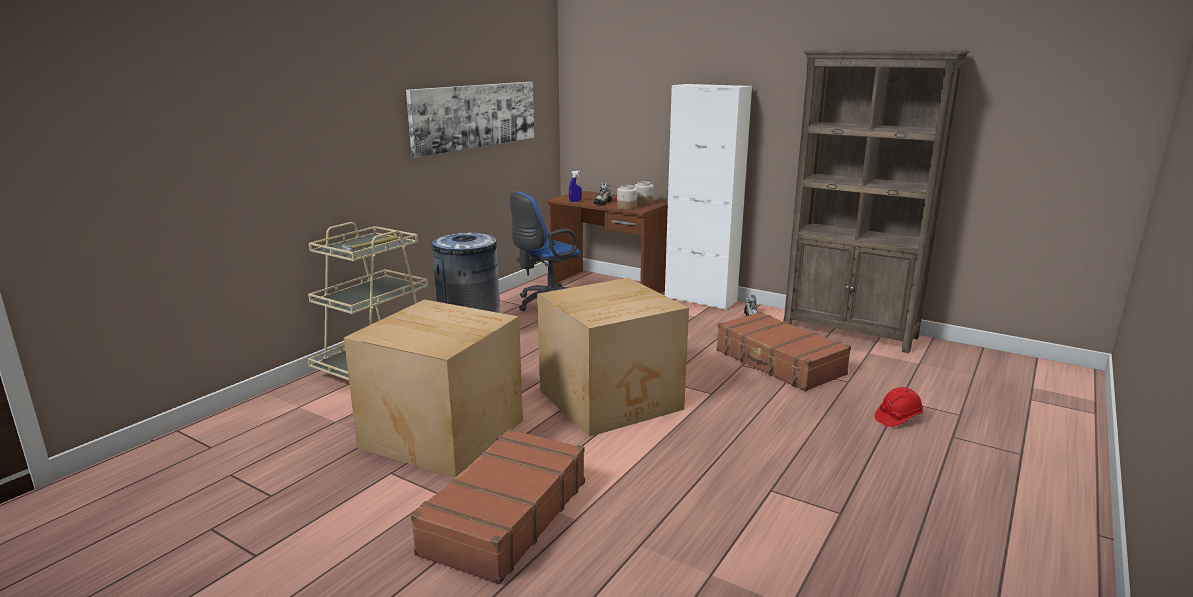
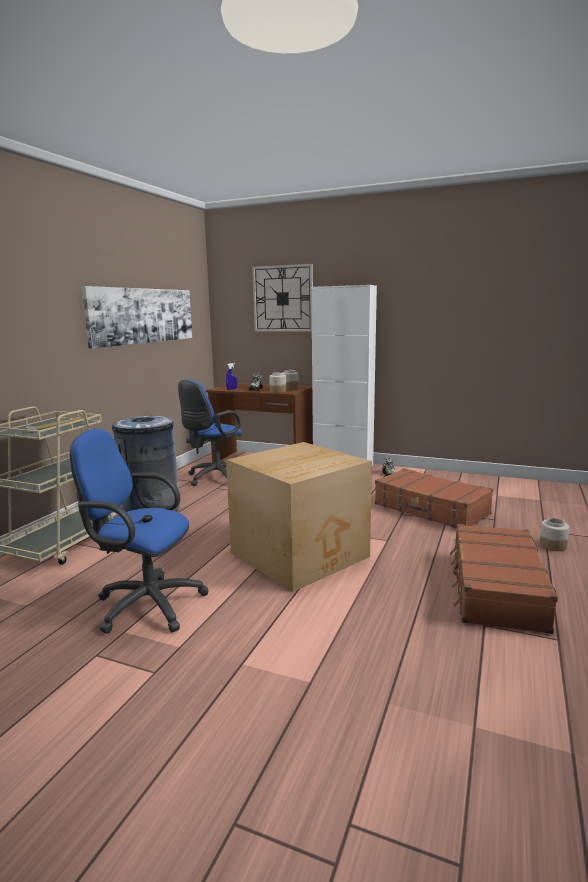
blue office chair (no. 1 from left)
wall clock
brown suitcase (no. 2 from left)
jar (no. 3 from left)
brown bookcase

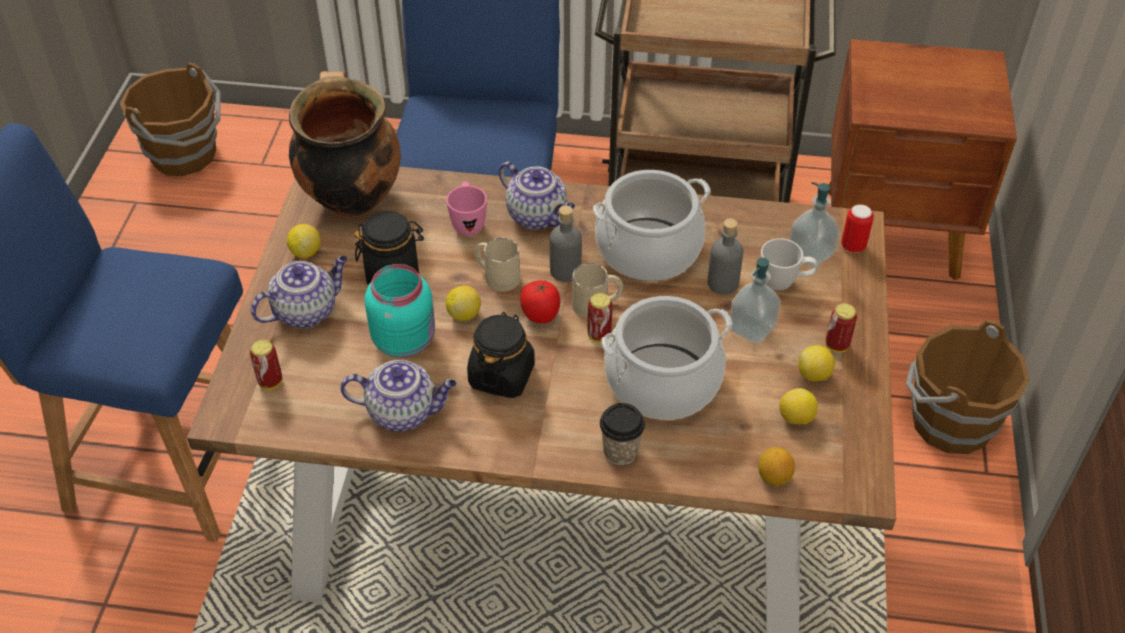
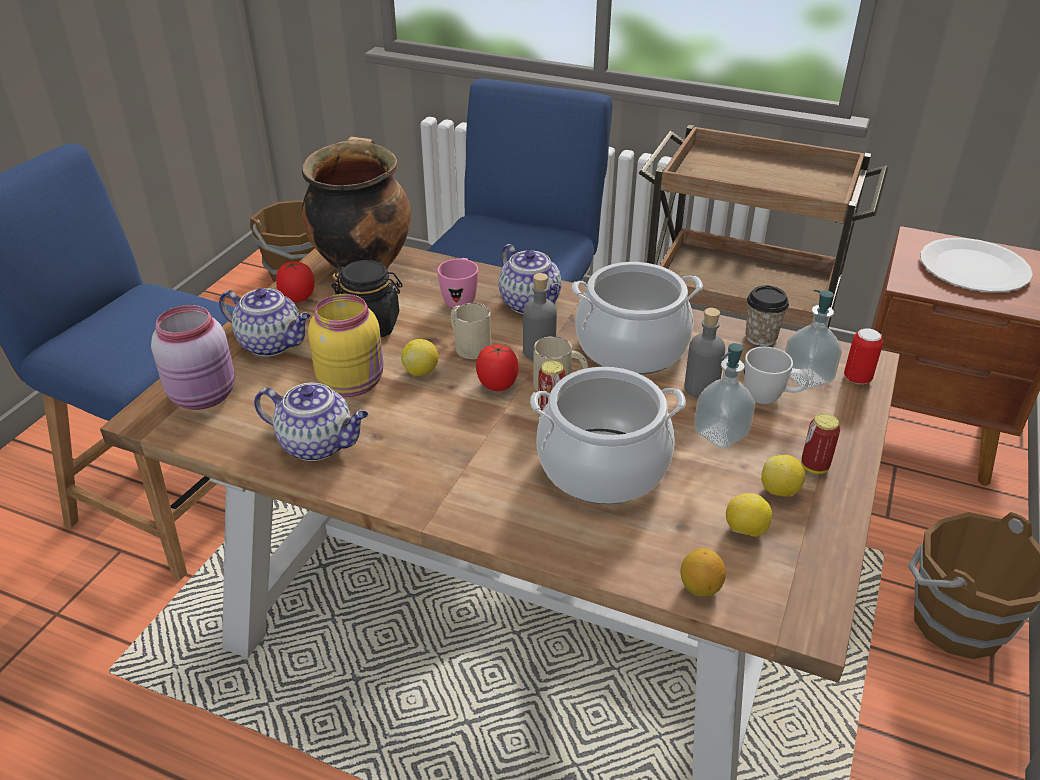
pink jar
teapot (no. 1 from left)
tomato (no. 1 from left)
yellow jar
cup
white plate
black jar (no. 2 from left in the first image)

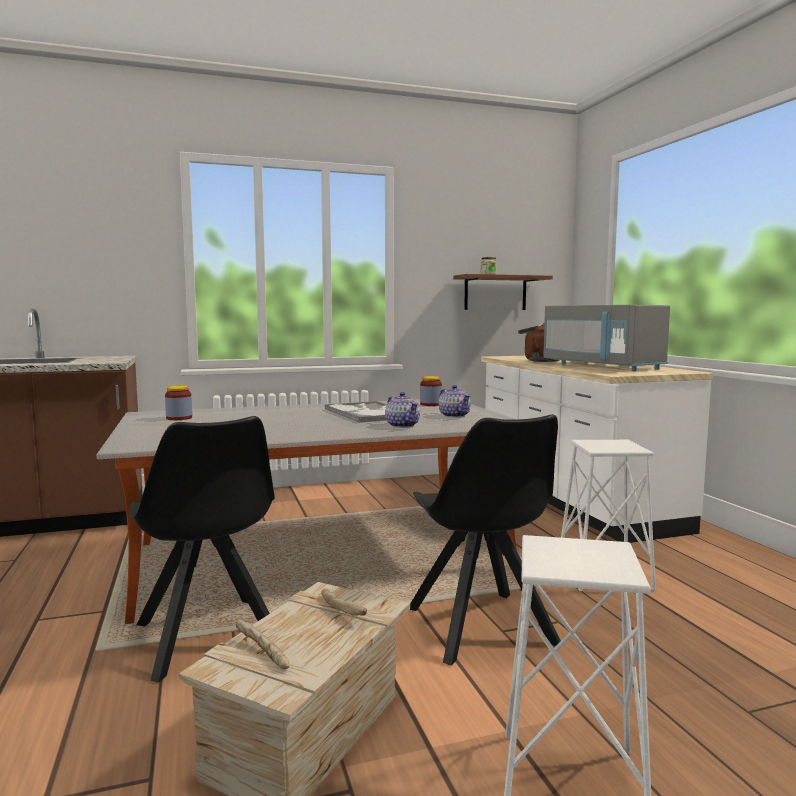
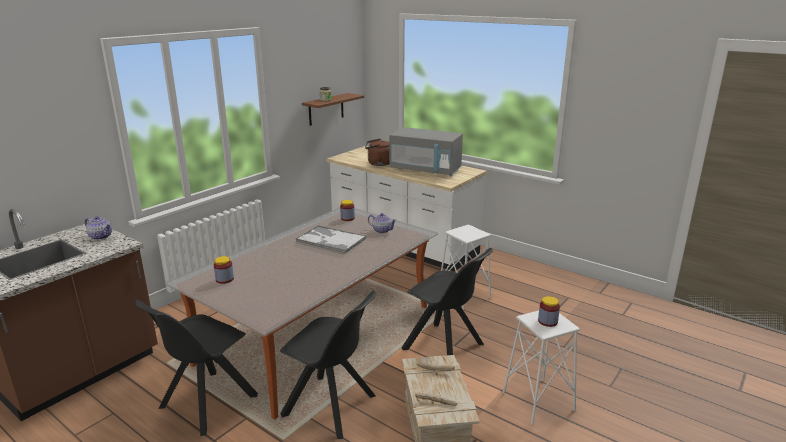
teapot (no. 1 from left)
black chair (no. 1 from left)
jar (no. 4 from left)

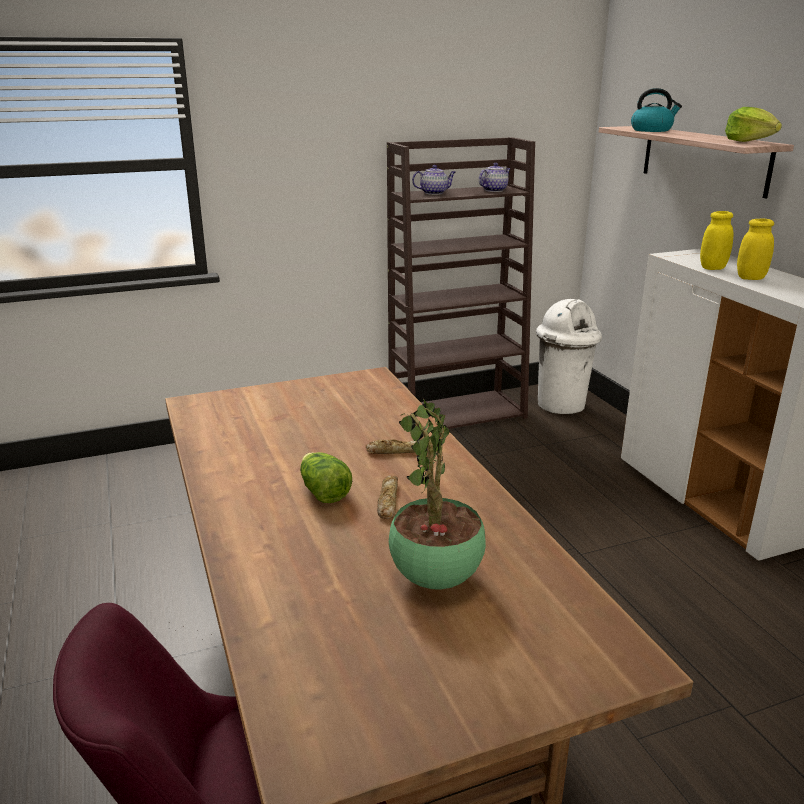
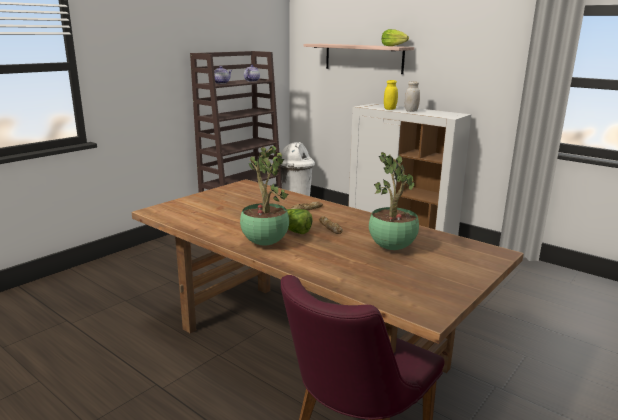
potted plant (no. 1 from left)
white jar
kettle

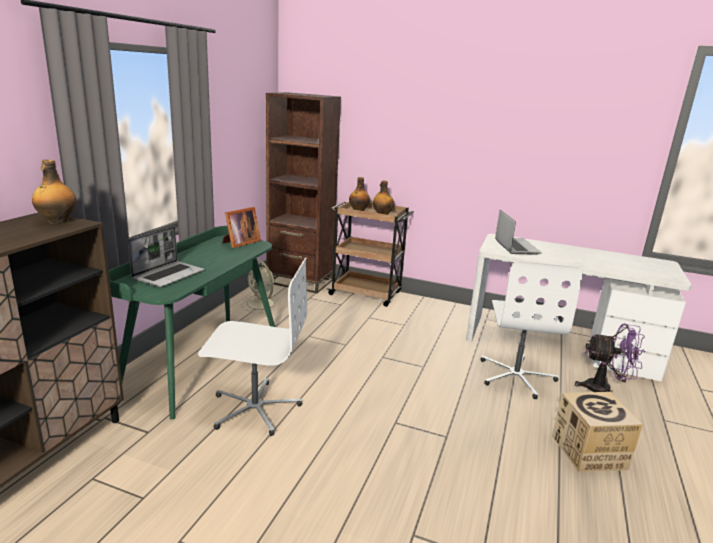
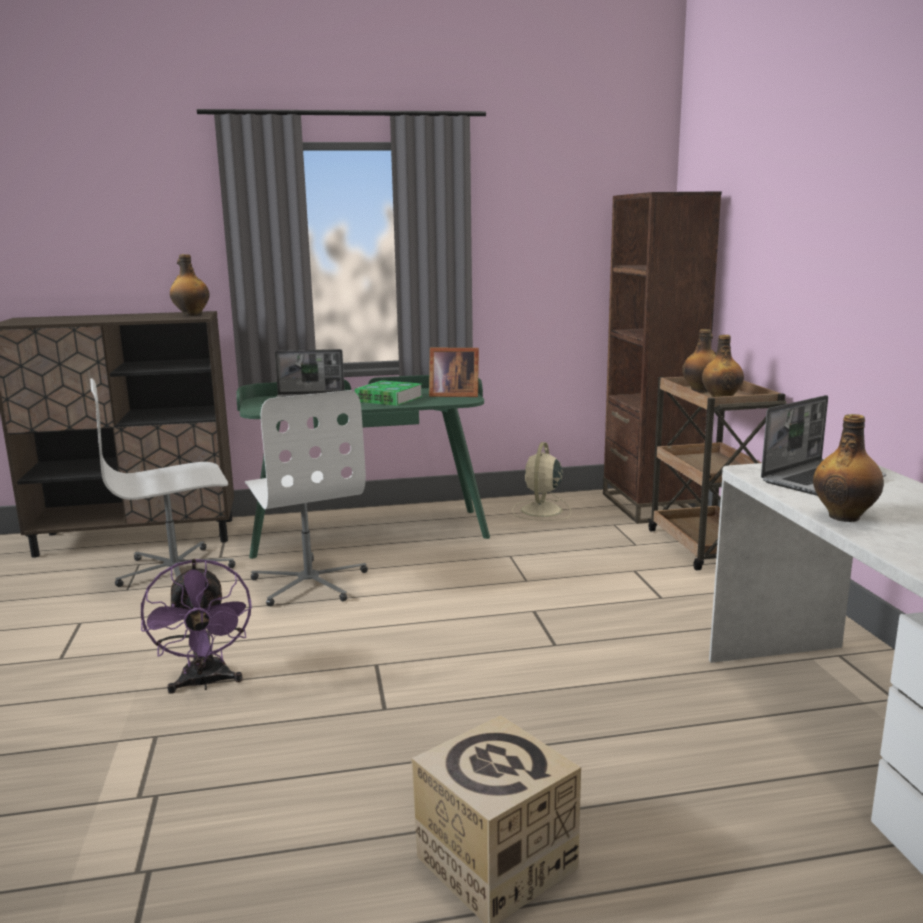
white office chair (no. 1 from left)
purple fan
book
bottle (no. 4 from left)

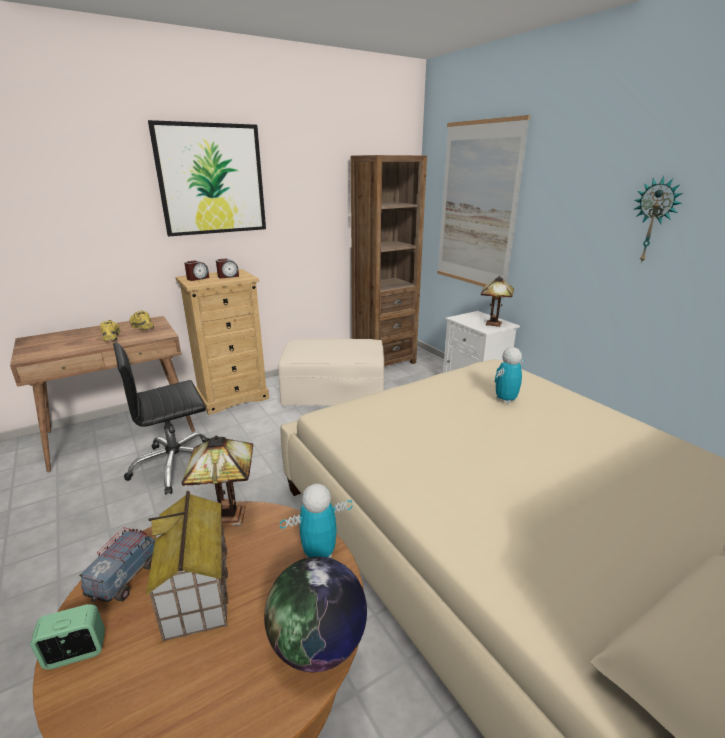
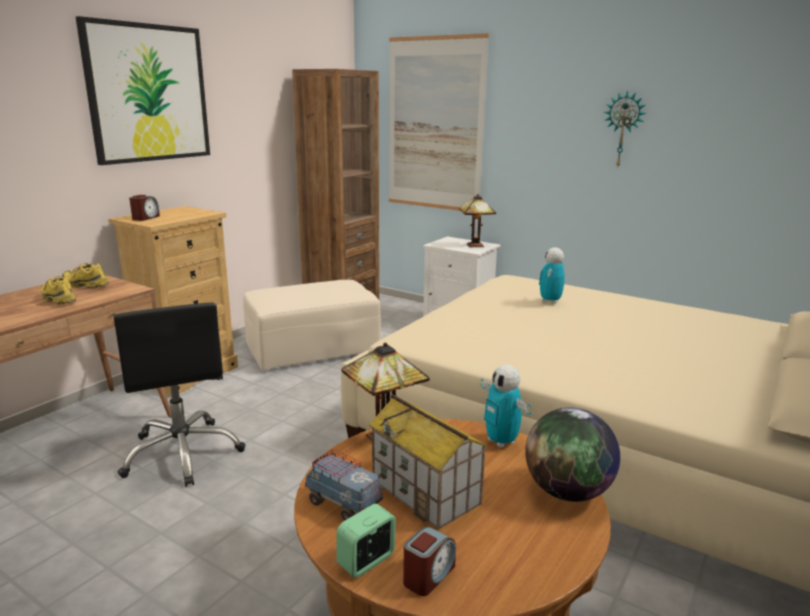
black office chair
toy truck
alarm clock (no. 3 from left)
toy robot (no. 1 from left)

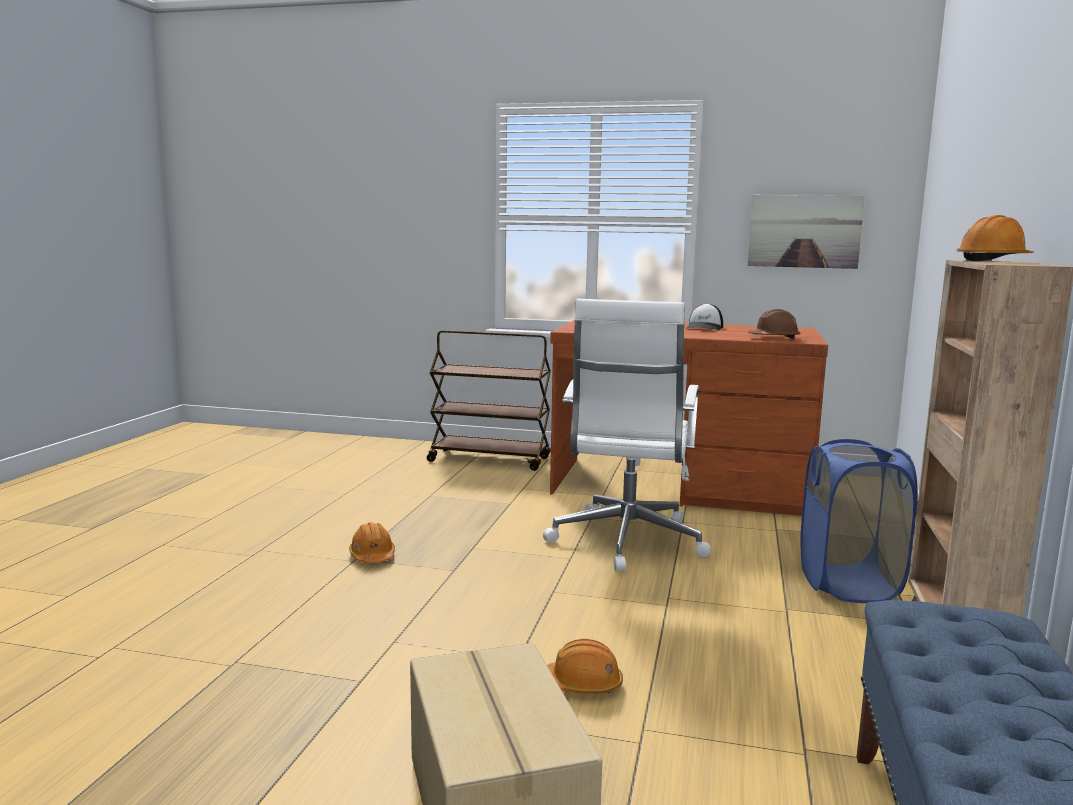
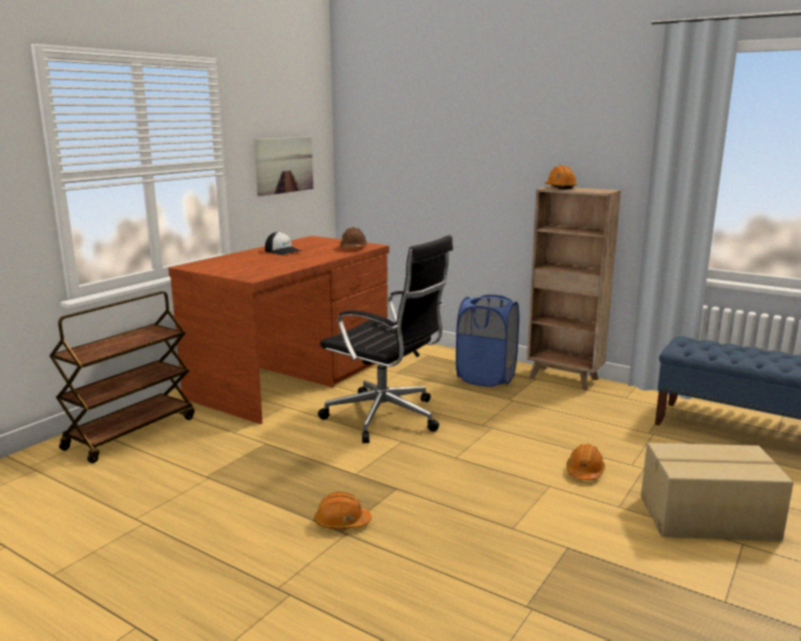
black office chair

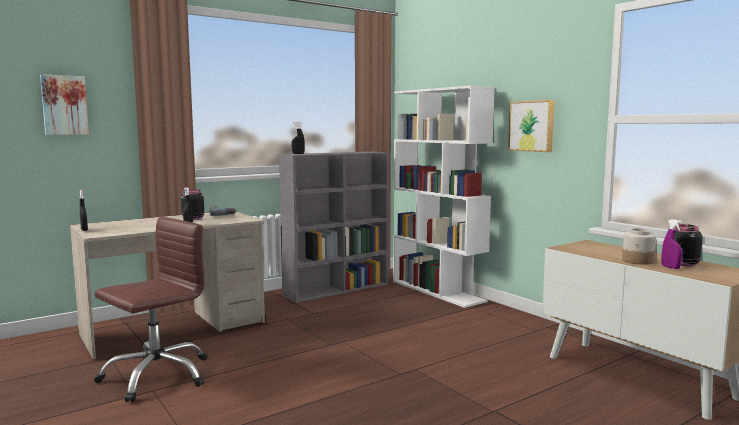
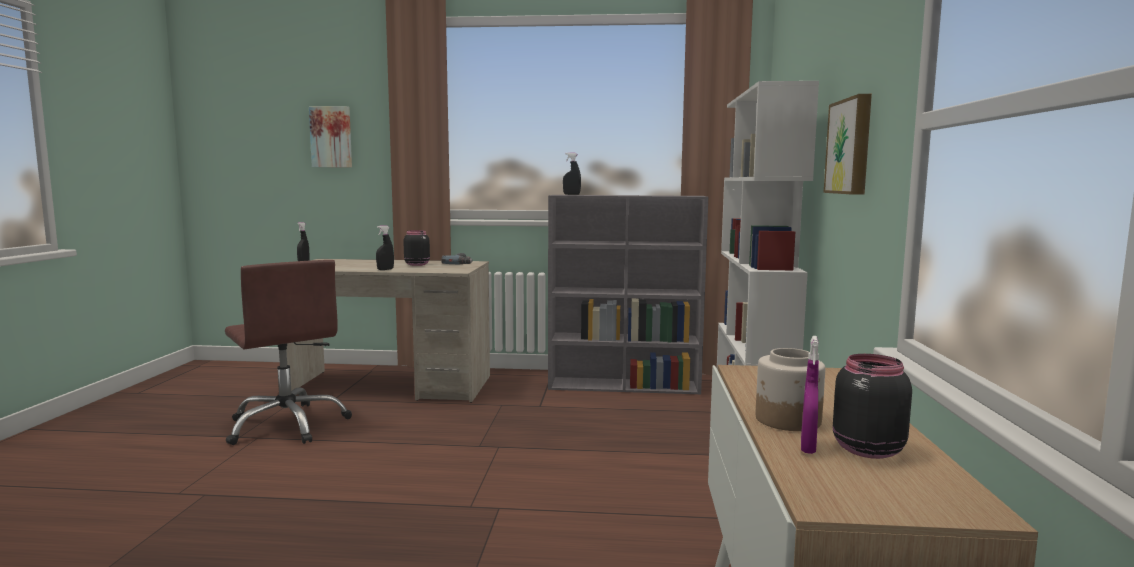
brown office chair

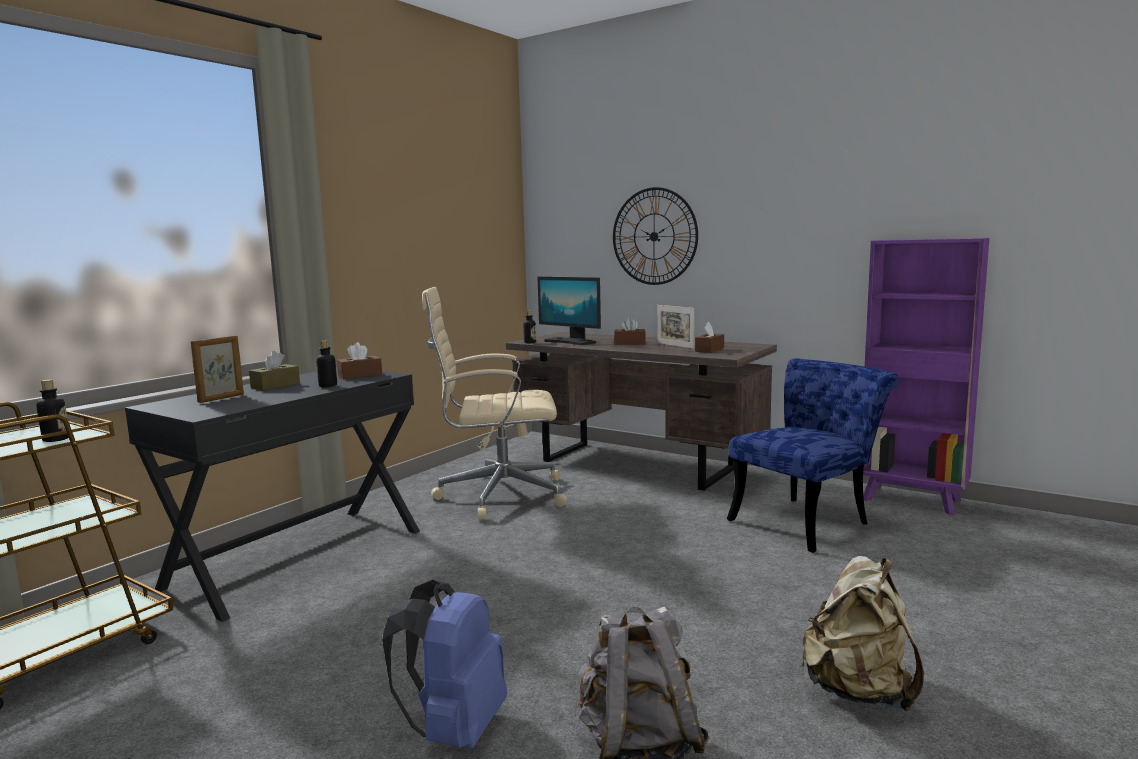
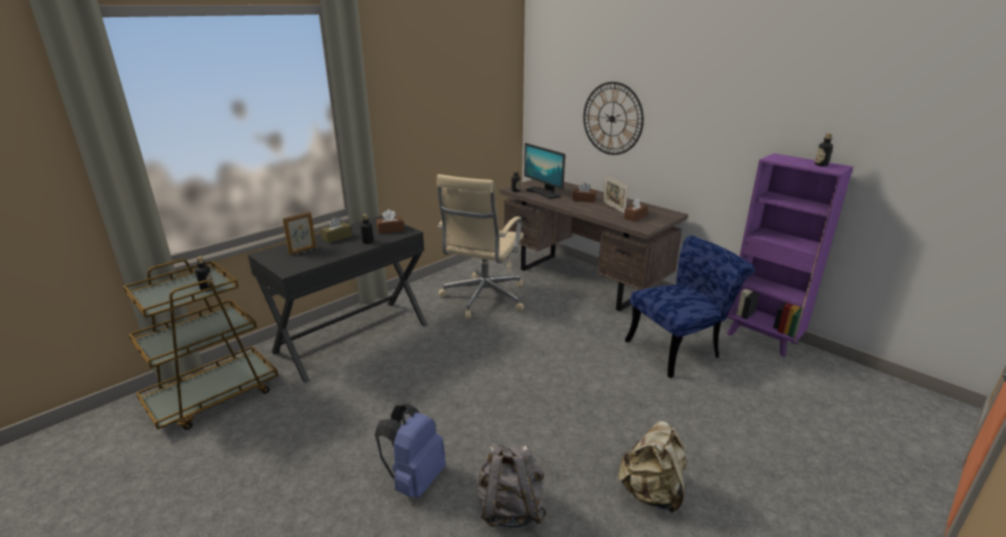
beige office chair
bottle (no. 4 from left)

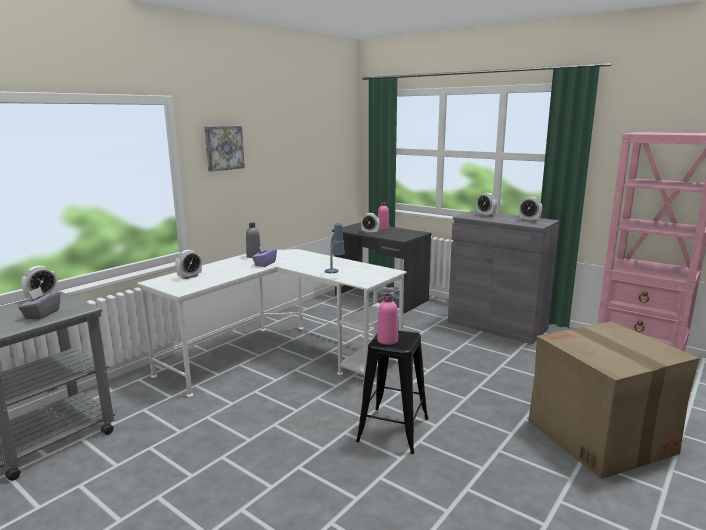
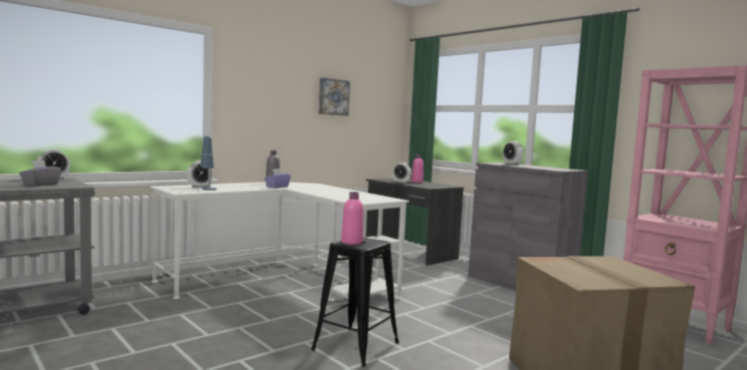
table lamp
picture
alarm clock (no. 5 from left in the first image)

